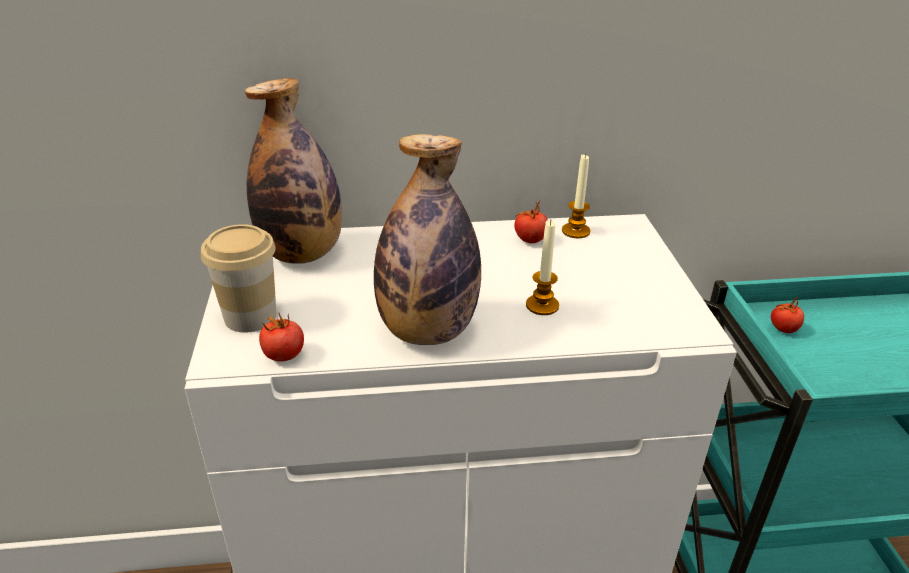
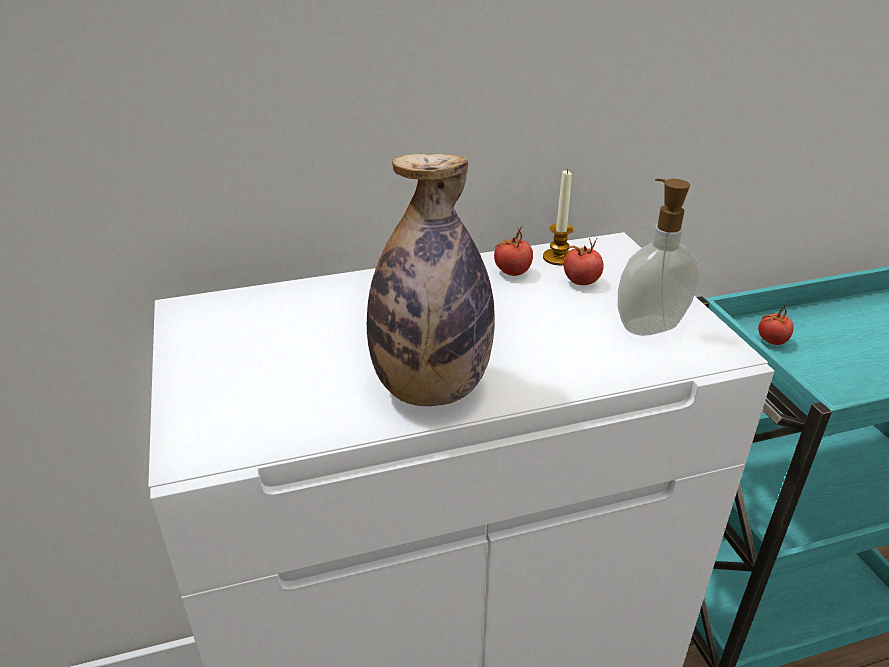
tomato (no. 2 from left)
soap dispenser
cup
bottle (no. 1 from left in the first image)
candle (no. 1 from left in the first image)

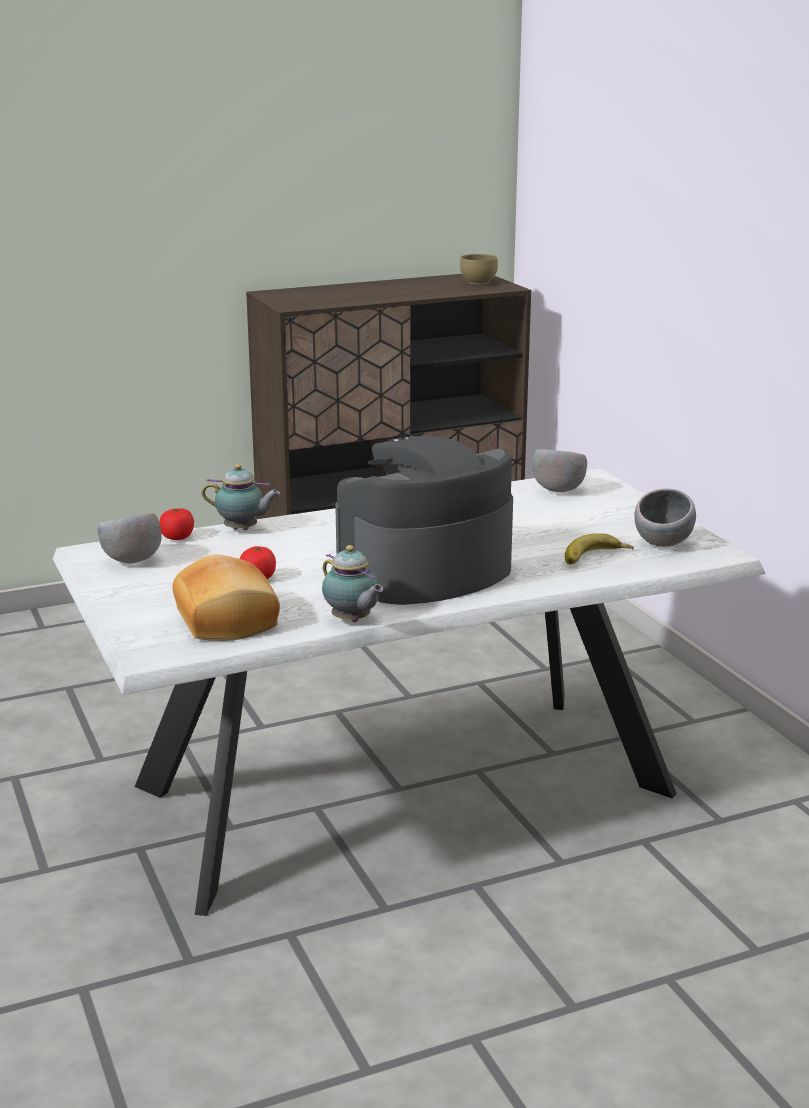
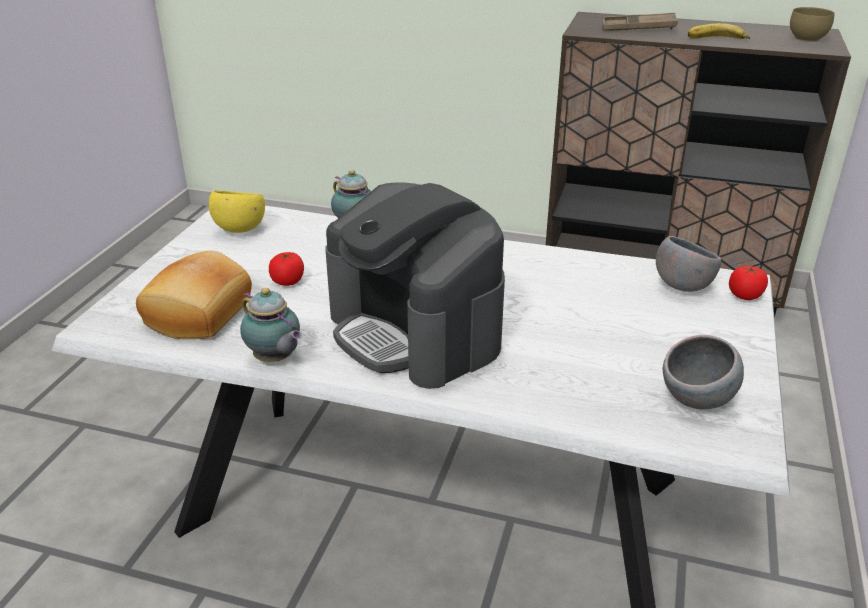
yellow bowl
teapot (no. 1 from left)
coffee machine
brown tray
banana
tomato (no. 2 from left)

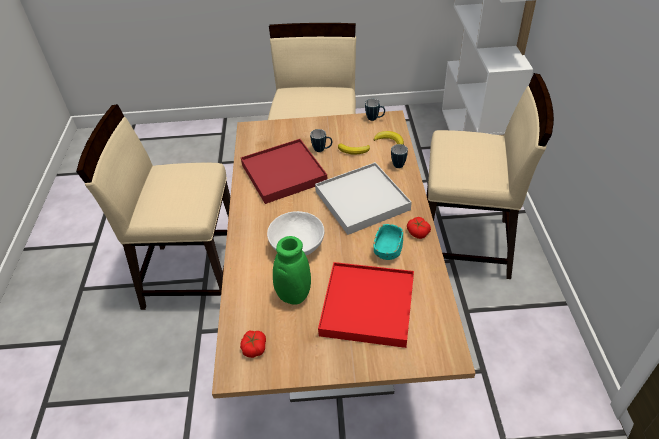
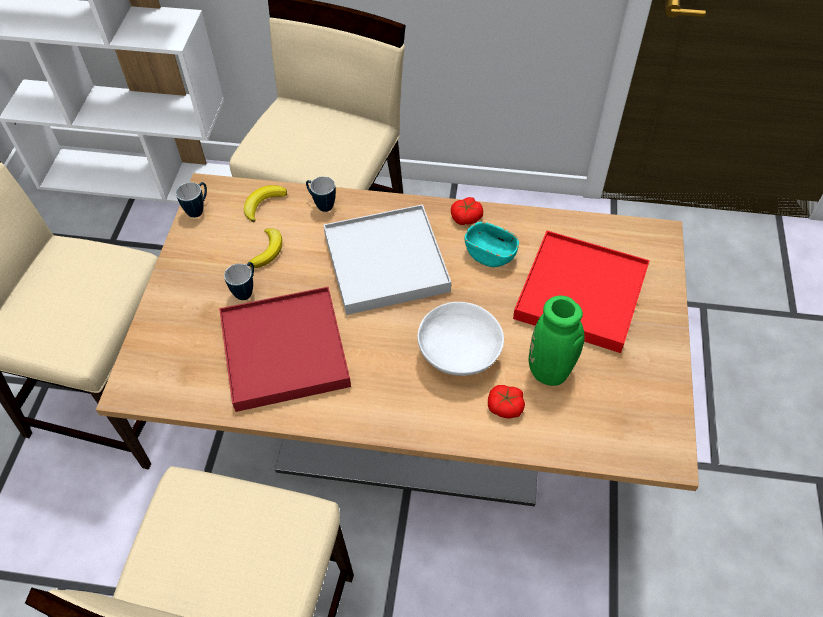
tomato (no. 2 from left)

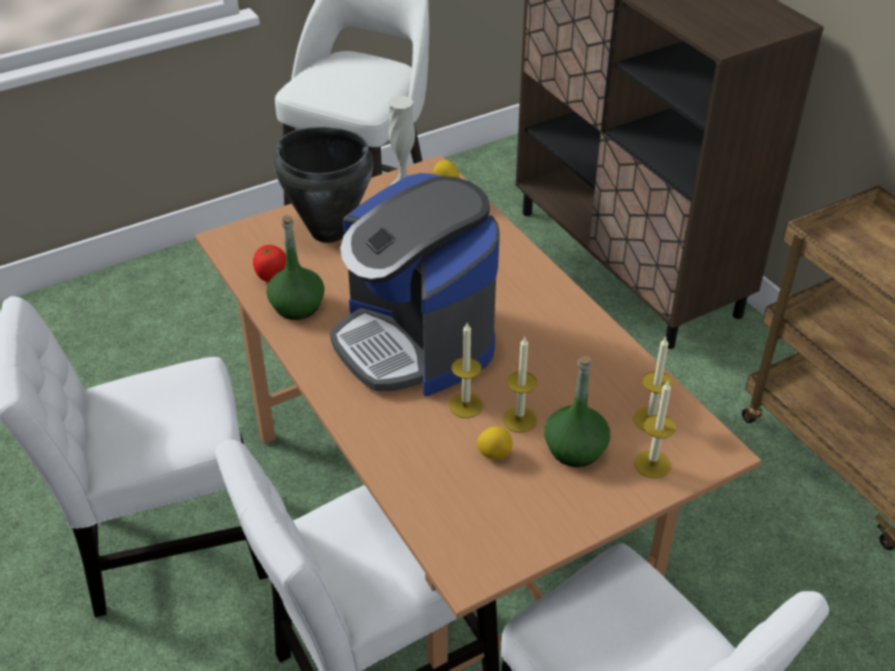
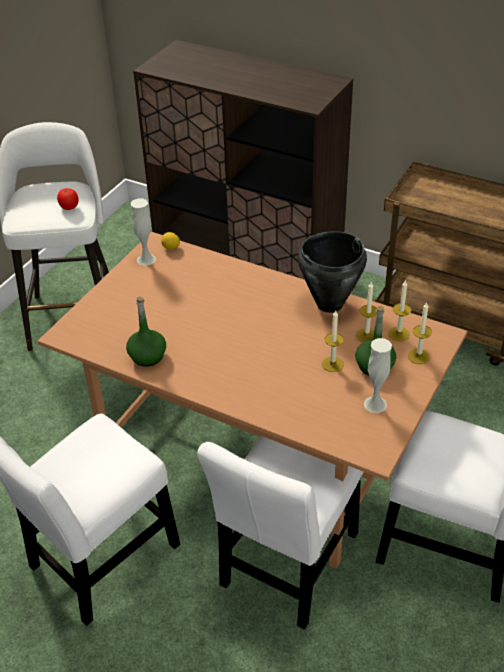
tomato
black cooking pot
candle (no. 2 from left)
white vase (no. 2 from left)
coffee machine
lemon (no. 2 from left in the first image)

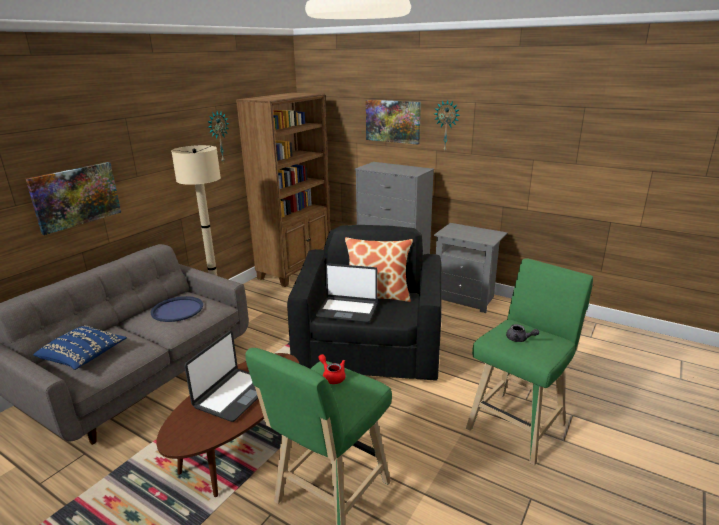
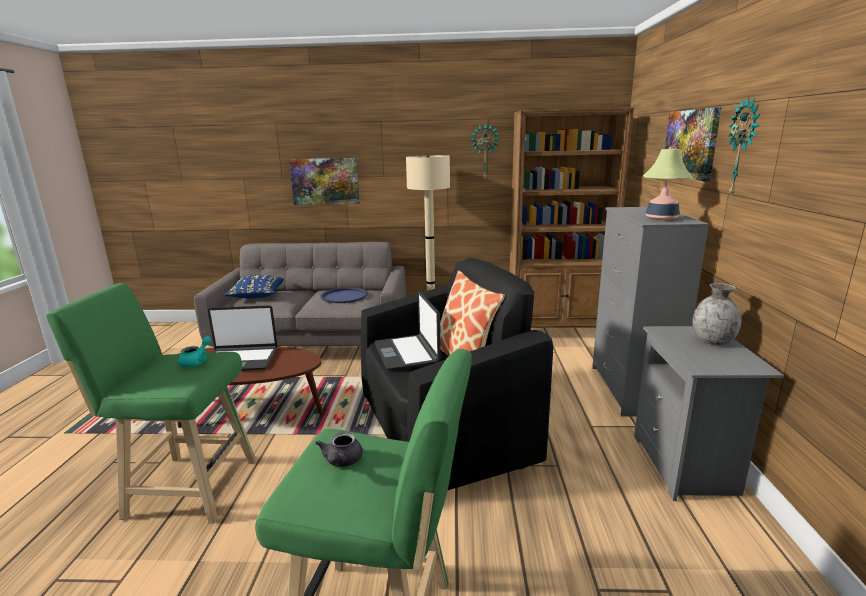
turquoise teapot
table lamp
grey vase

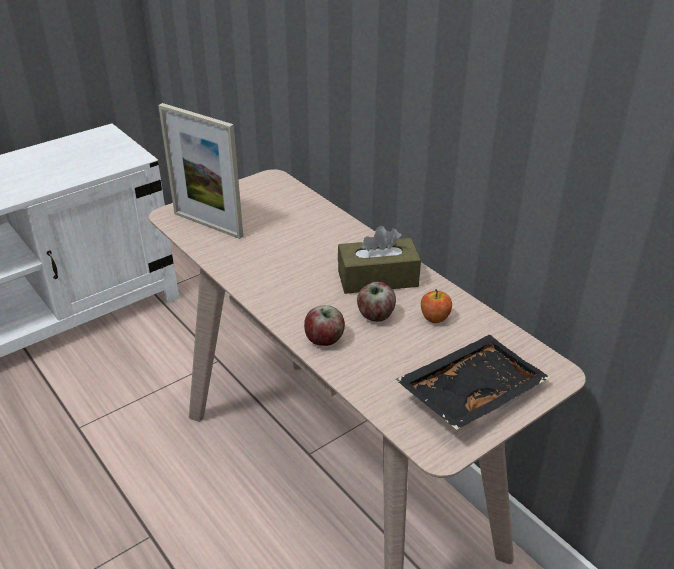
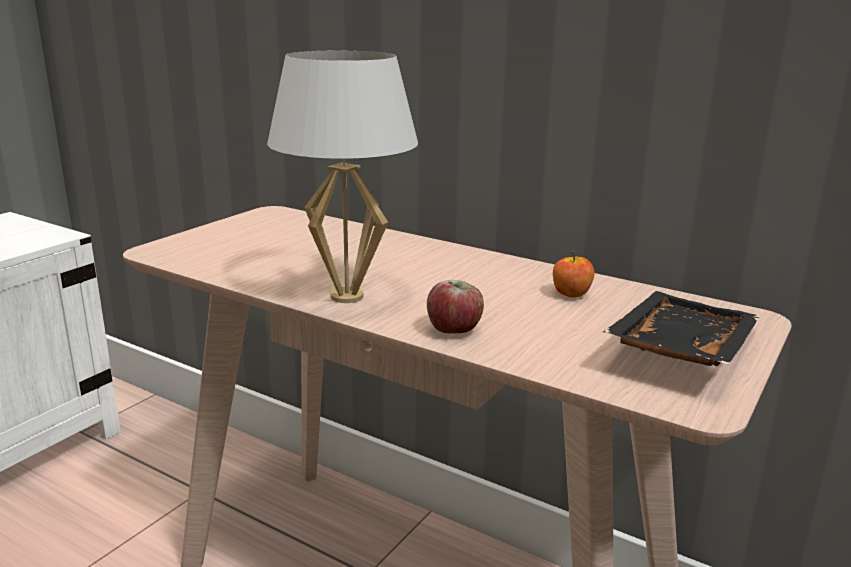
white table lamp
picture frame
brown tissue box
apple (no. 2 from left in the first image)

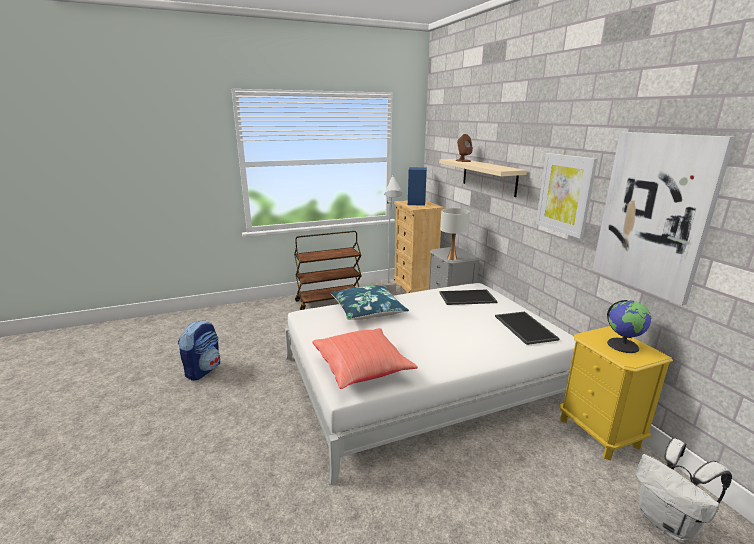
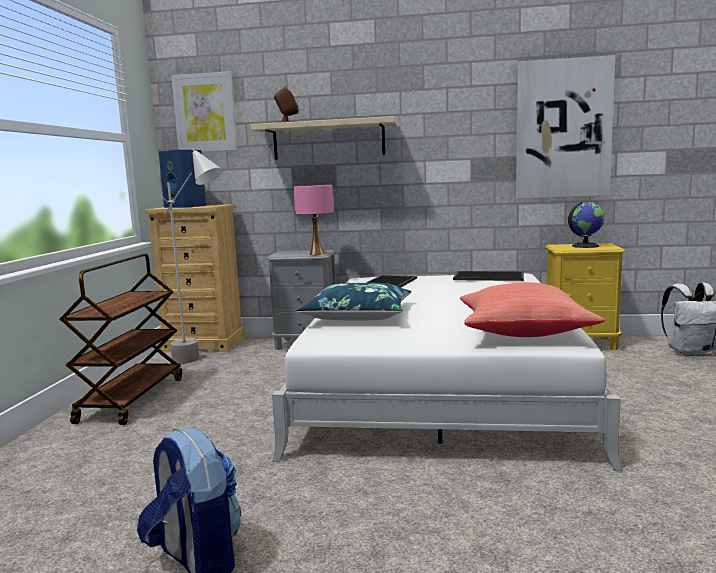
picture (no. 1 from left)
pink table lamp

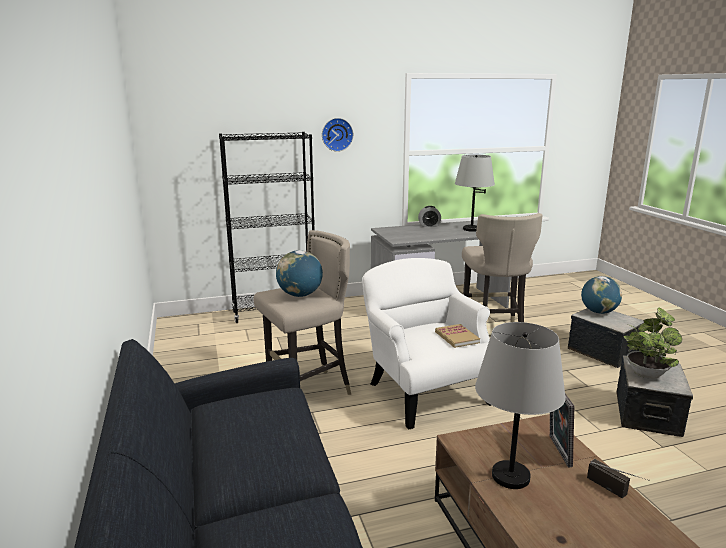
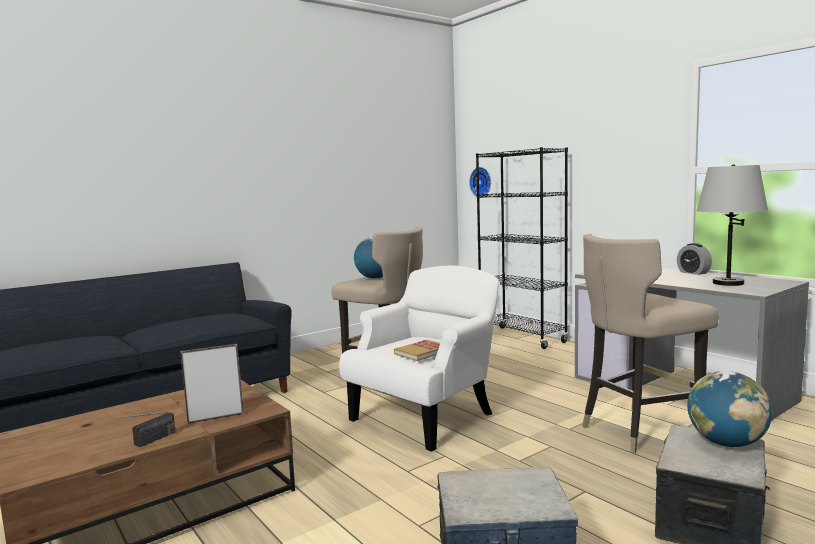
wall clock
grey table lamp (no. 2 from left in the first image)
potted plant

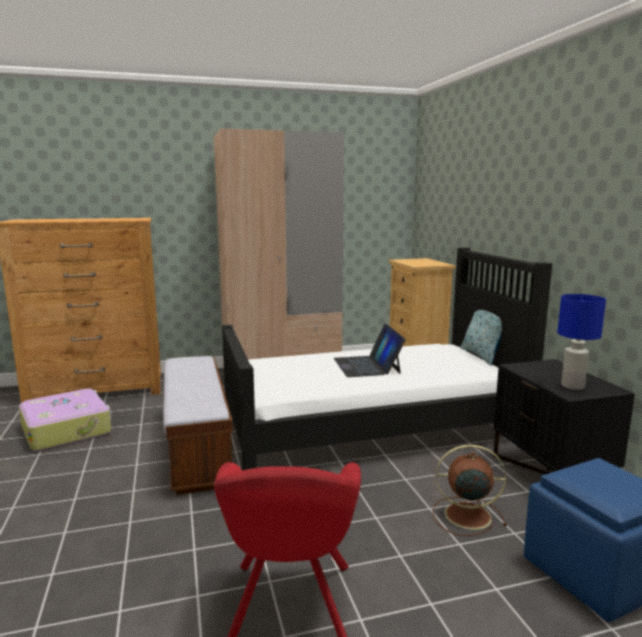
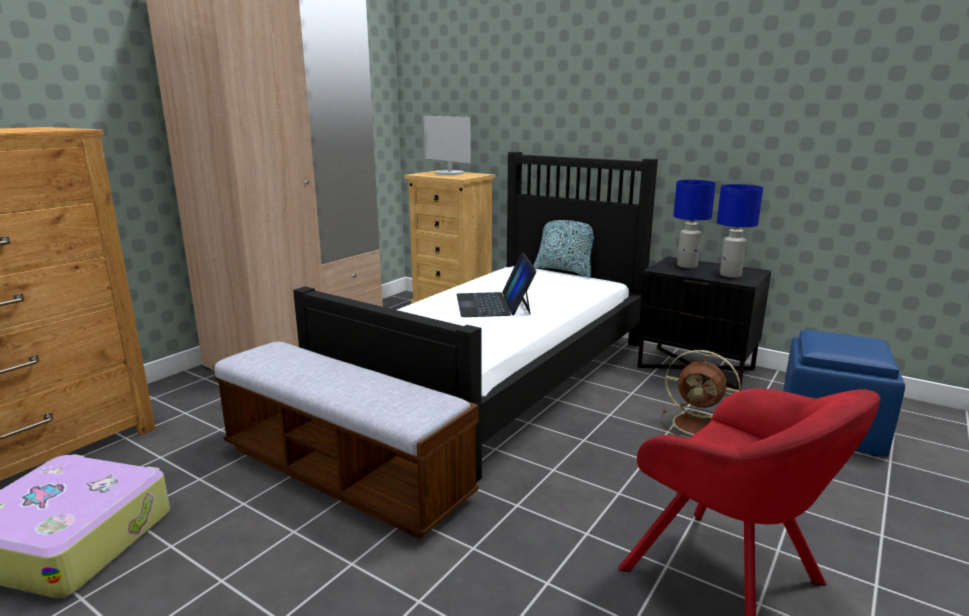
monitor
laptop
brown fan
blue table lamp (no. 1 from left)

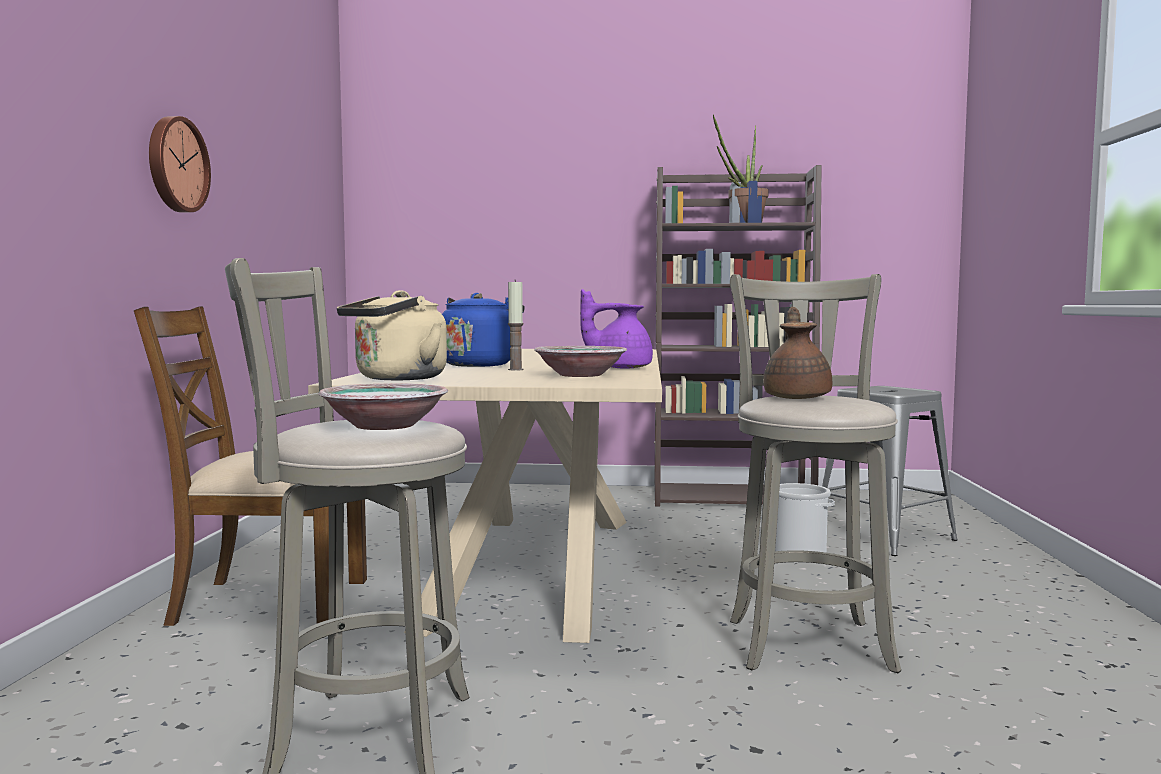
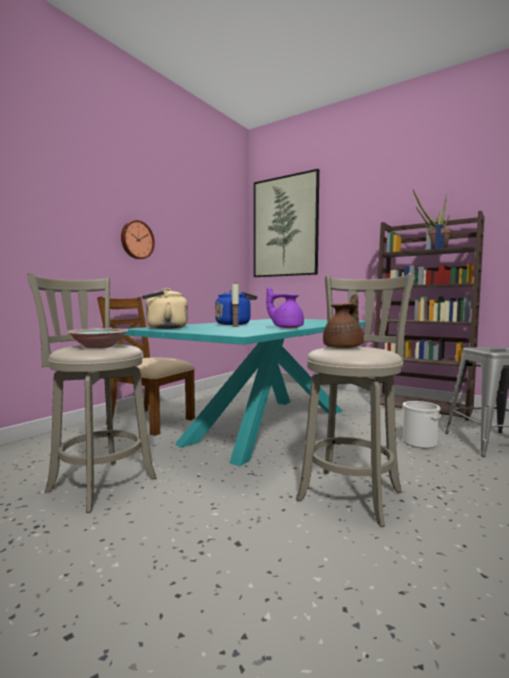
turquoise dining table
picture
bowl (no. 2 from left in the first image)

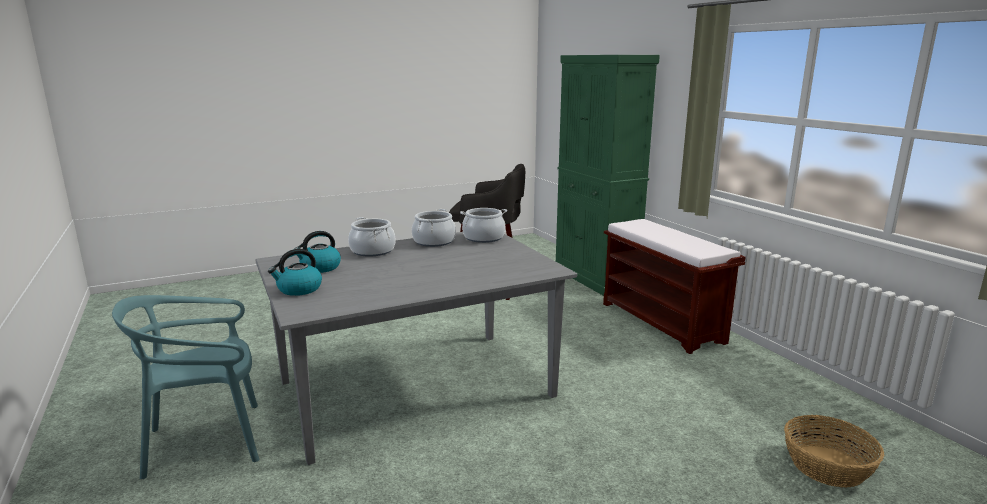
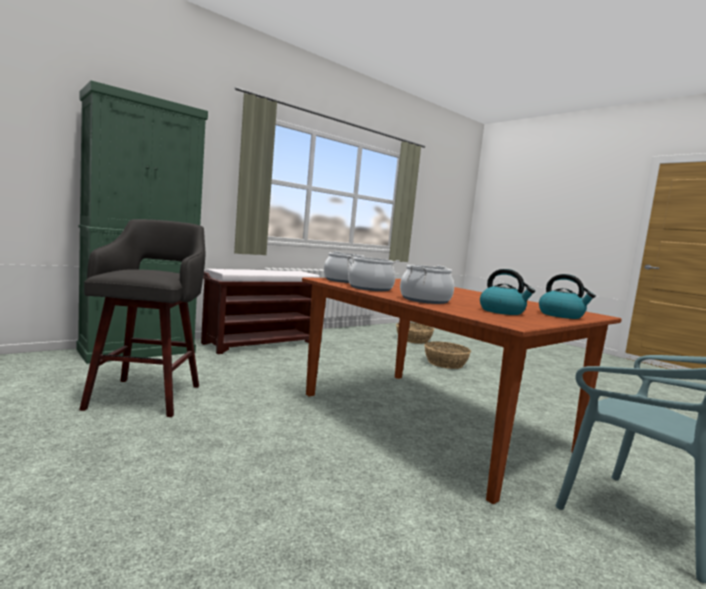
brown dining table
basket (no. 2 from left)

